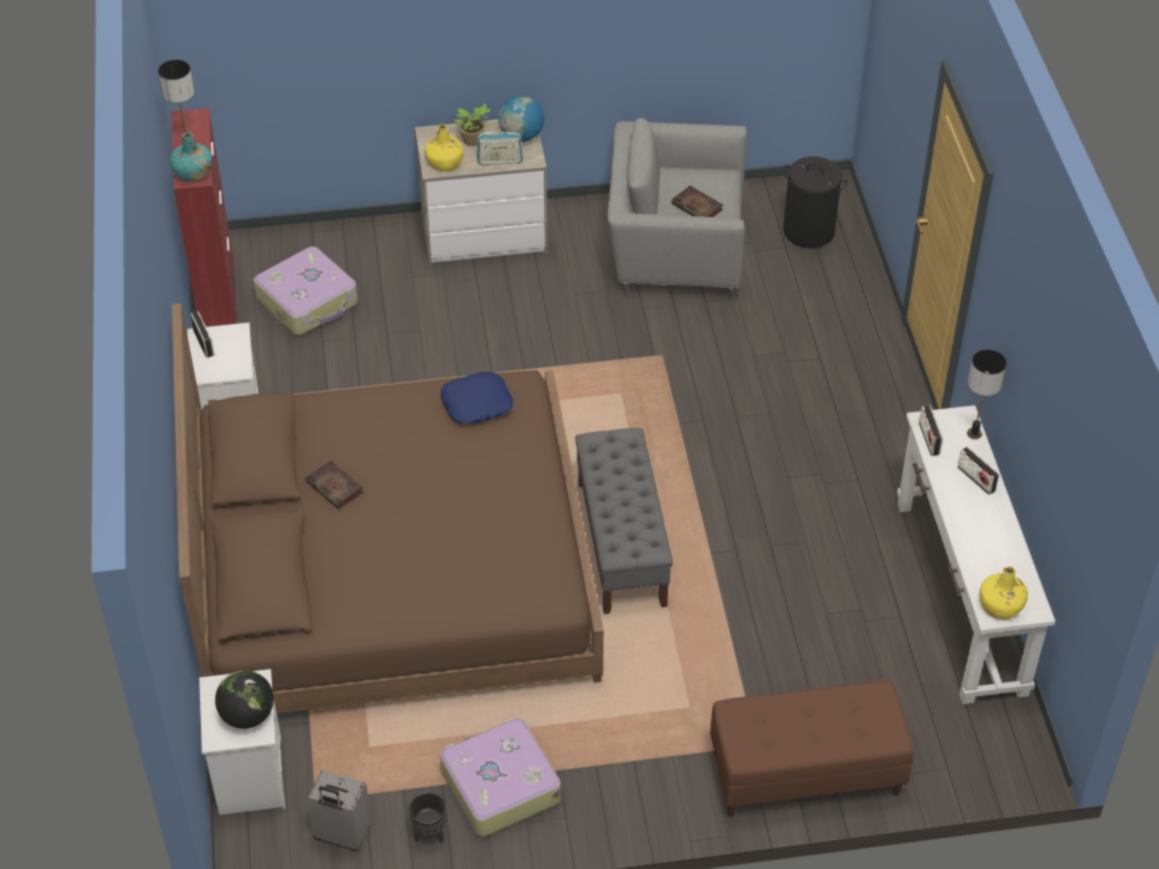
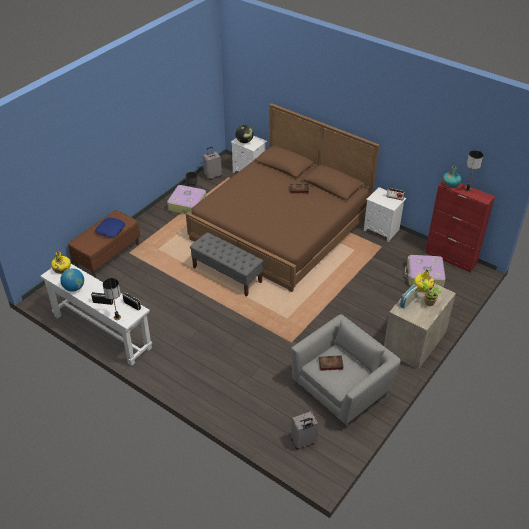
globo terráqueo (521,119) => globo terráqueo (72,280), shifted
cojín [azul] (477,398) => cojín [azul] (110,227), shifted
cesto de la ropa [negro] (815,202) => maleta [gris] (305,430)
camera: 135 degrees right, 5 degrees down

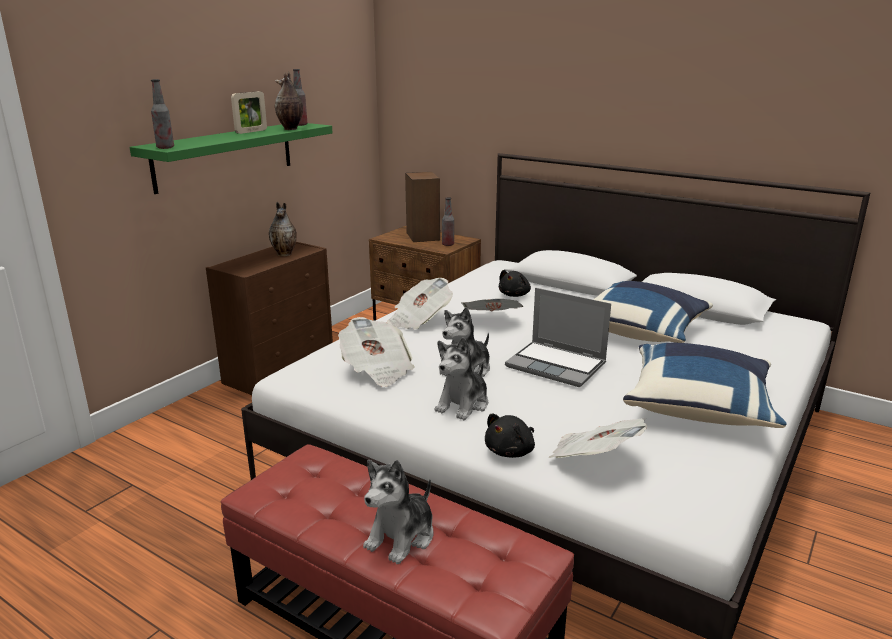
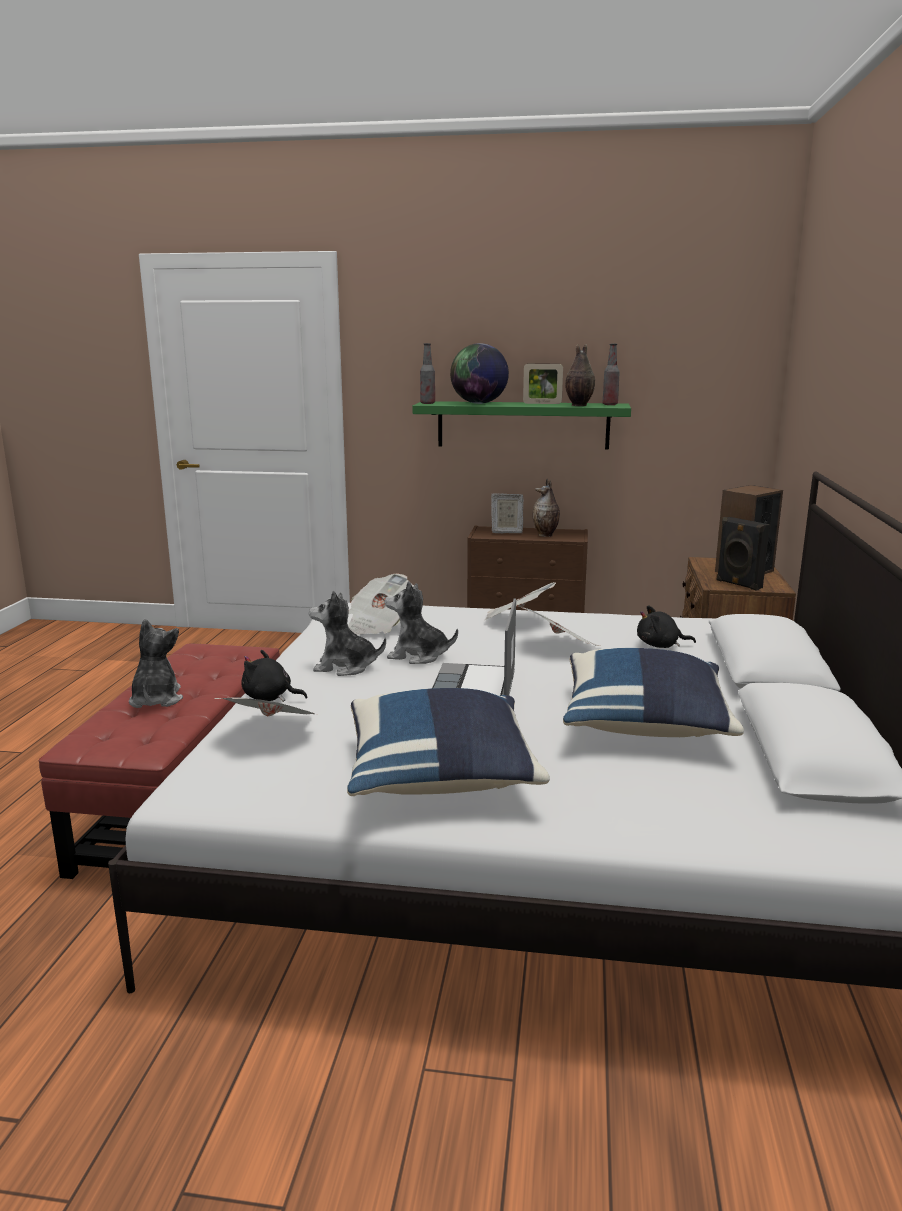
peluche (398,512) => peluche (156,663), 75 degrees clockwise
nothing => globo terráqueo (479,373)
nothing => portarretratos (507,513)
botella (448,221) => altavoz [negro] (743,554)
camera: 65 degrees right, 5 degrees down

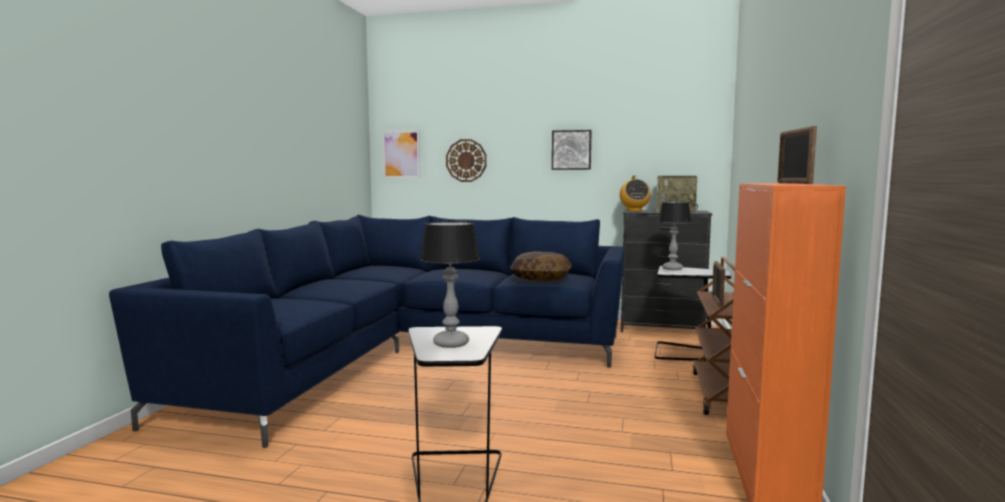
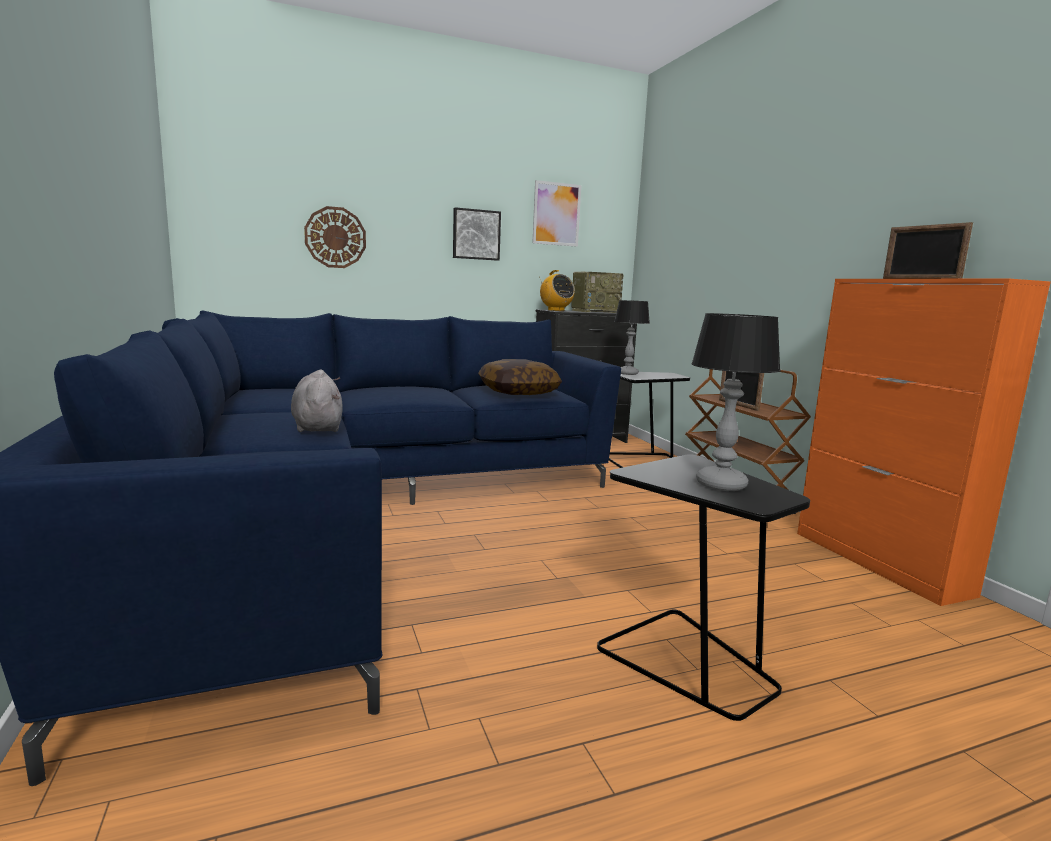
nothing => peluche [gris] (317,401)
cuadro (401,154) => cuadro (557,213), shifted
camera: 35 degrees left, 5 degrees up

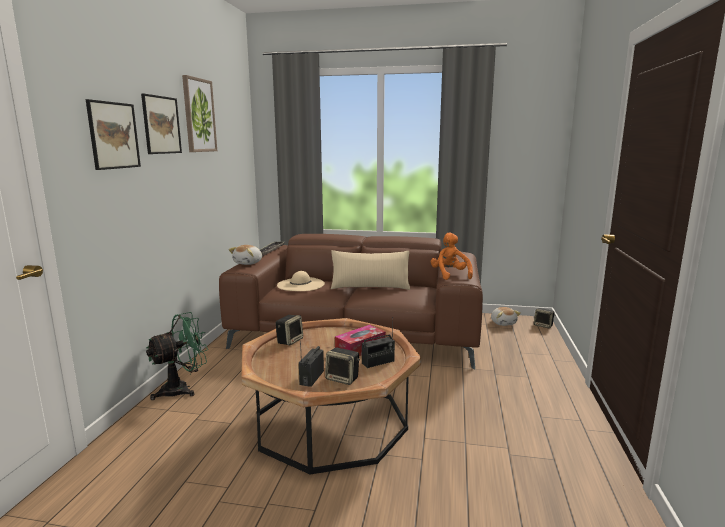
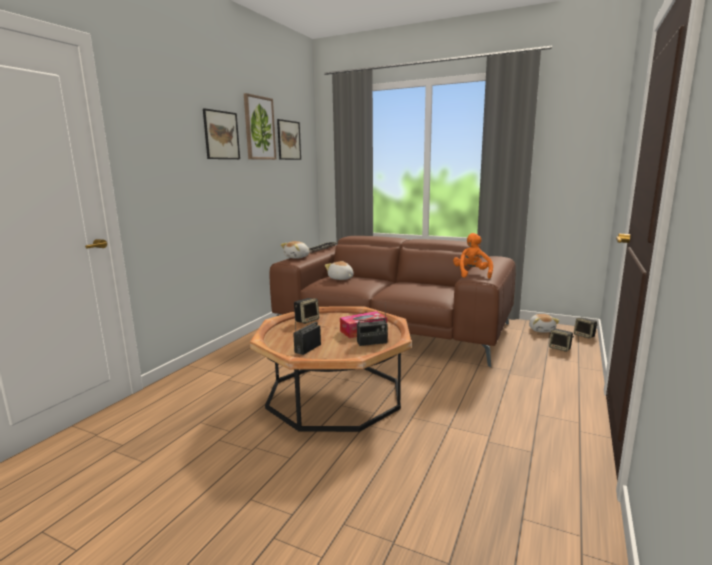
cuadro (113,134) => cuadro (289,139), shifted
sombrero [beis] (301,281) => peluche (339,270)
altavoz (342,366) => altavoz (561,340), shifted
ventilador [verde] (177,356) => nothing
cojín [beis] (370,270) => nothing
camera: 15 degrees right, 0 degrees up

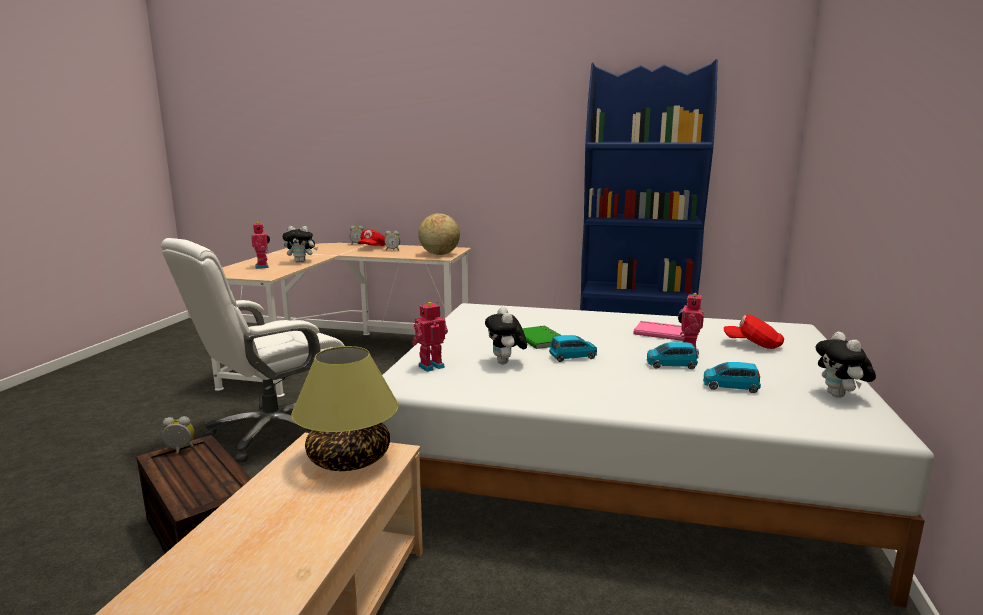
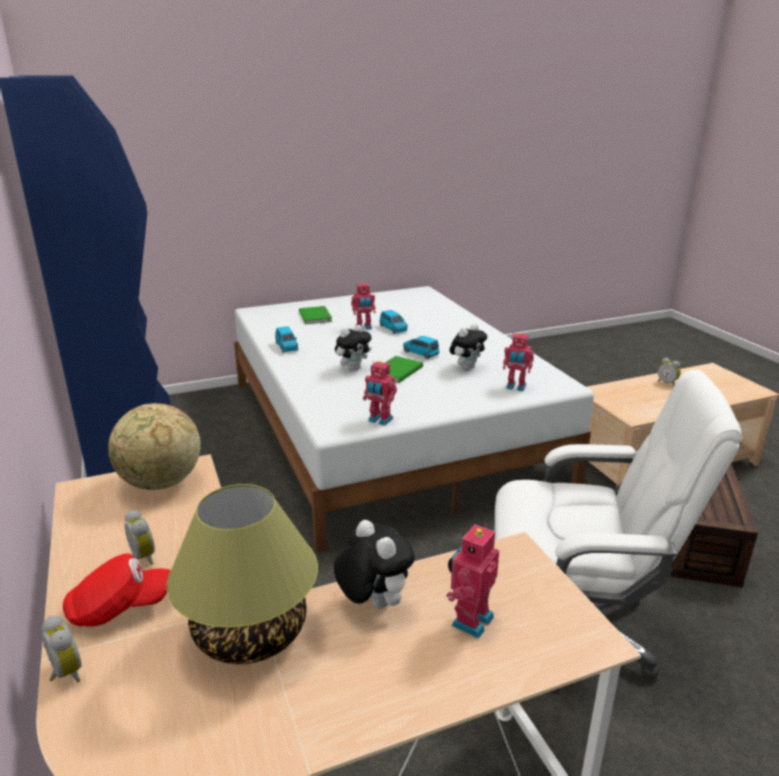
lámpara de mesa (345,408) => lámpara de mesa (242,574), shifted
coche de juguete [azul] (732,377) => coche de juguete [azul] (286,339), shifted
gorra [rojo] (754,331) => libro [verde] (315,315)
peluche (845,364) => peluche (353,348), shifted
nothing => robot de juguete (380,393)
despertador (178,435) => despertador (669,372), shifted
libro [rosa] (659,331) => nothing
camera: 125 degrees left, 10 degrees up

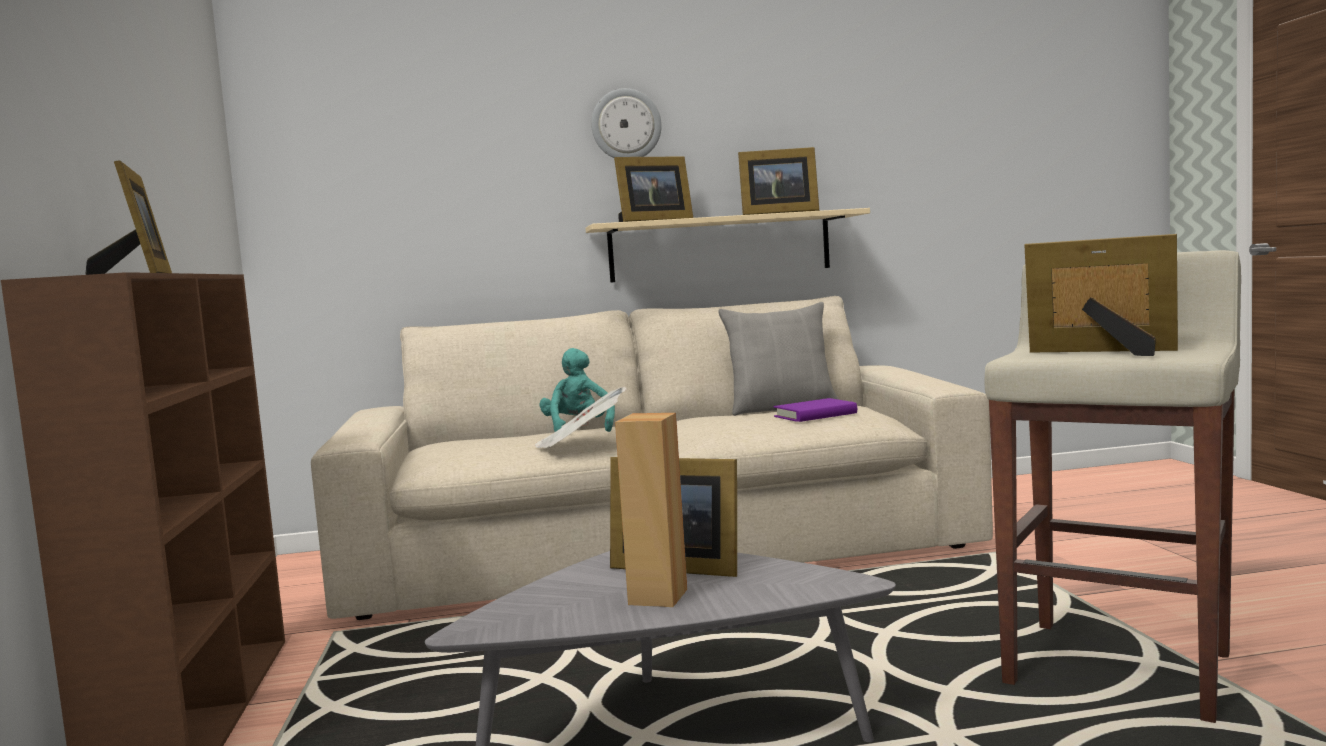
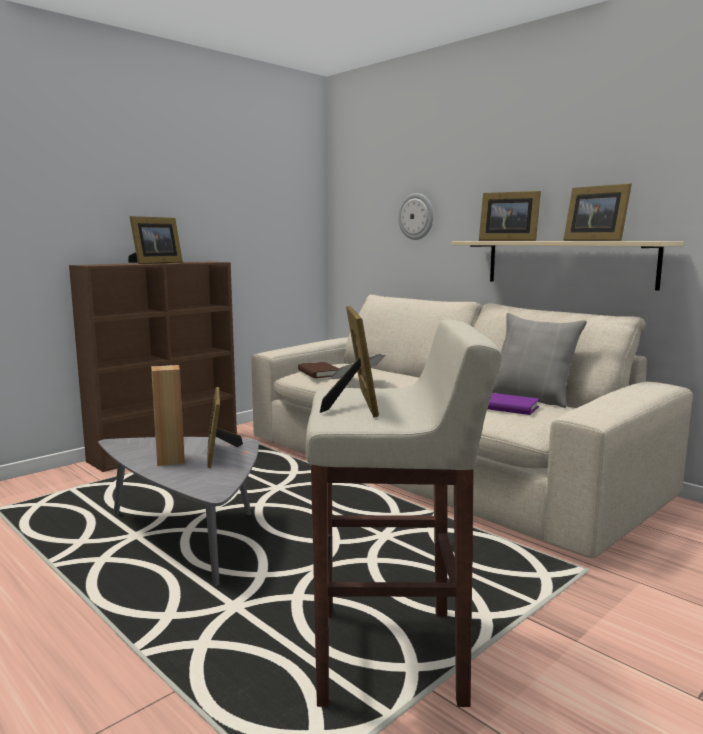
nothing => libro [marrón] (318,370)
reloj de pared (626,123) => reloj de pared (416,216), shifted
peluche [turquesa] (577,390) => nothing
camera: 55 degrees right, 5 degrees up

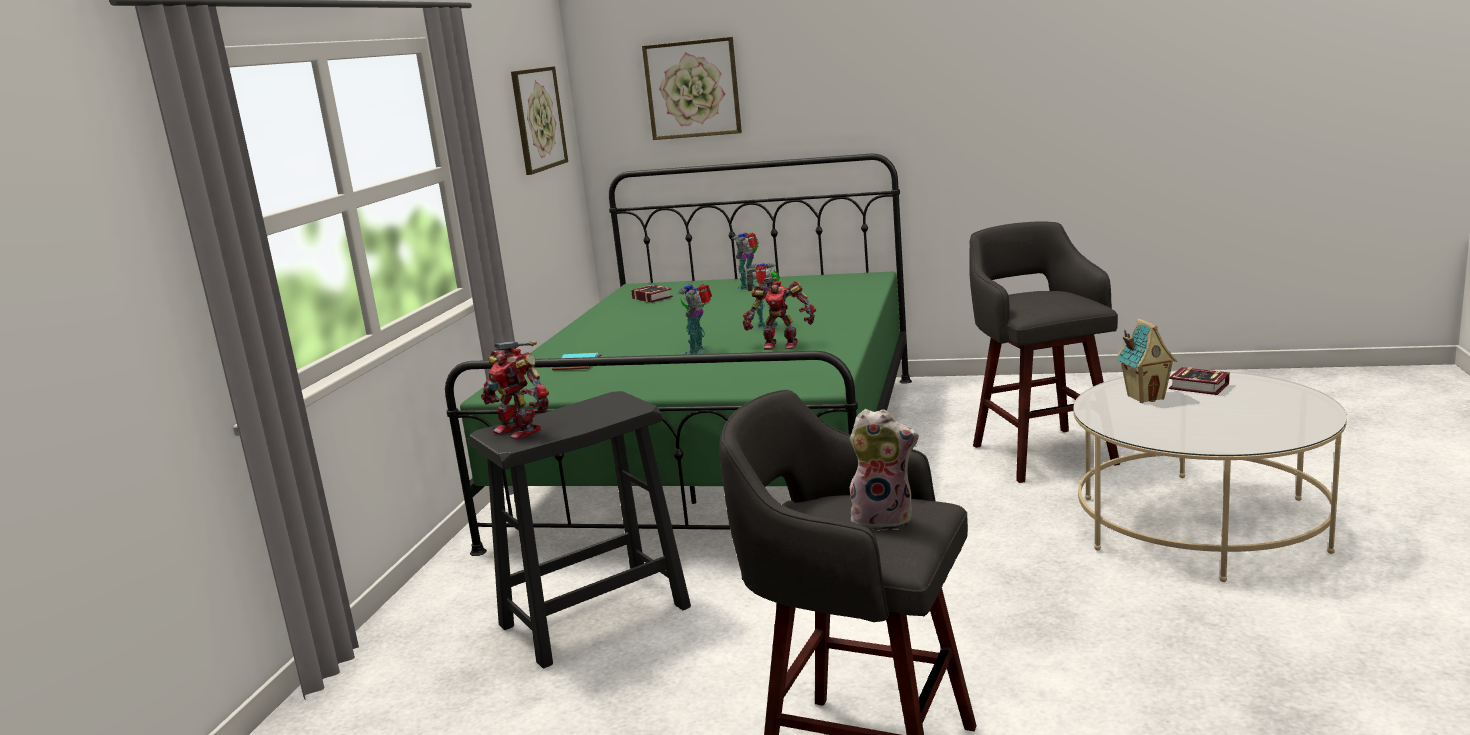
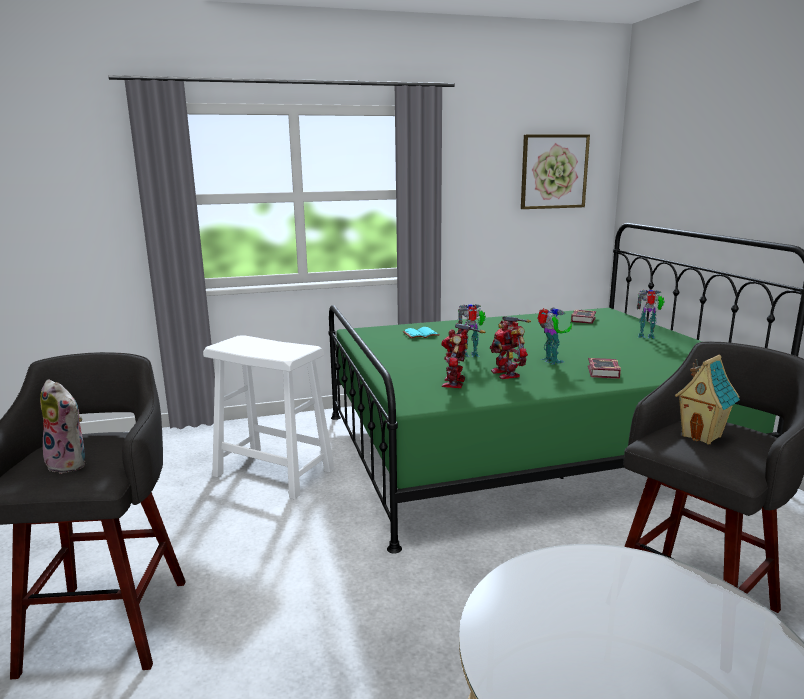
peluche (884,470) => peluche (62,427), 45 degrees counterclockwise
taburete [negro] (579,530) => taburete [blanco] (269,417)
robot de juguete (515,390) => robot de juguete (463,355), shifted
libro (1199,381) => libro (604,368), shifted
casita (1146,361) => casita (707,399), shifted
cuadro (692,88) => nothing
camera: 60 degrees right, 0 degrees up

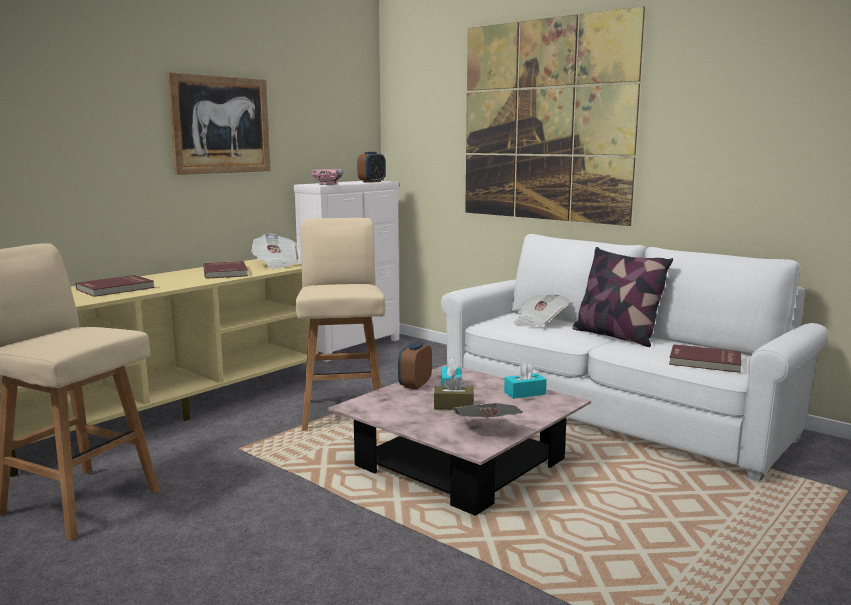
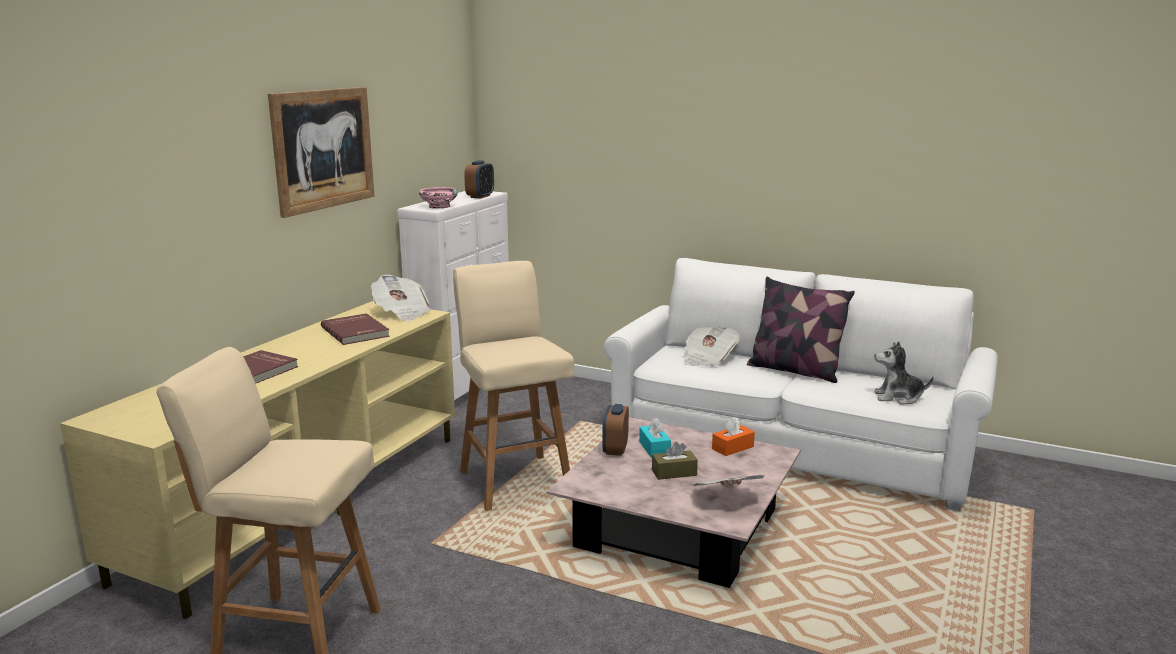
caja de pañuelos [turquesa] (525,380) => caja de pañuelos [naranja] (733,436)
libro [rojo] (705,358) => peluche (904,373)
cuadro (555,116) => nothing
camera: 15 degrees left, 5 degrees up

